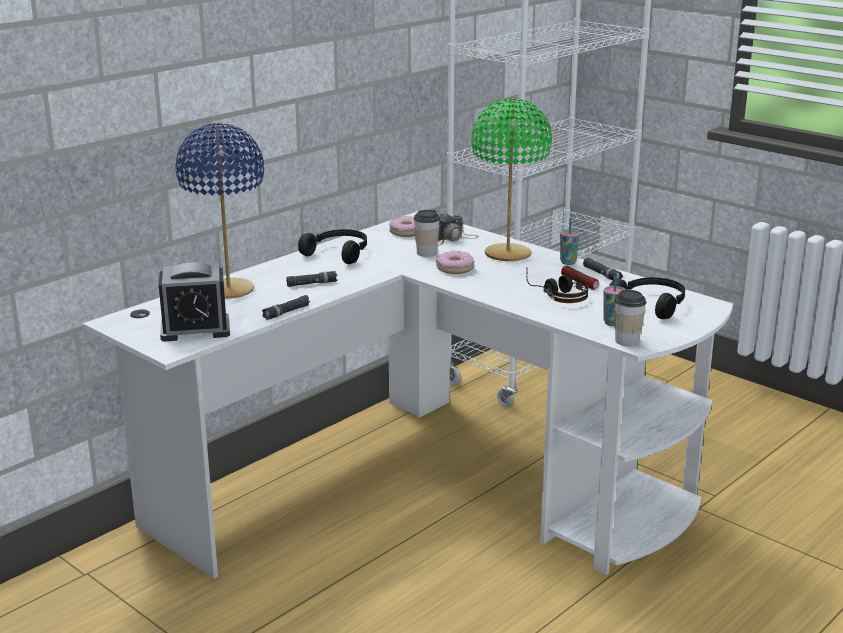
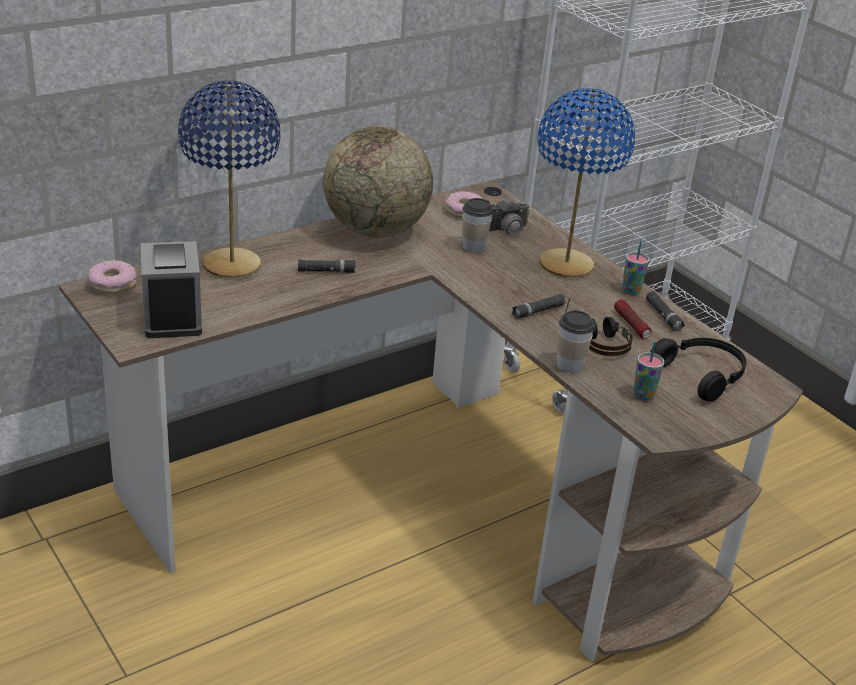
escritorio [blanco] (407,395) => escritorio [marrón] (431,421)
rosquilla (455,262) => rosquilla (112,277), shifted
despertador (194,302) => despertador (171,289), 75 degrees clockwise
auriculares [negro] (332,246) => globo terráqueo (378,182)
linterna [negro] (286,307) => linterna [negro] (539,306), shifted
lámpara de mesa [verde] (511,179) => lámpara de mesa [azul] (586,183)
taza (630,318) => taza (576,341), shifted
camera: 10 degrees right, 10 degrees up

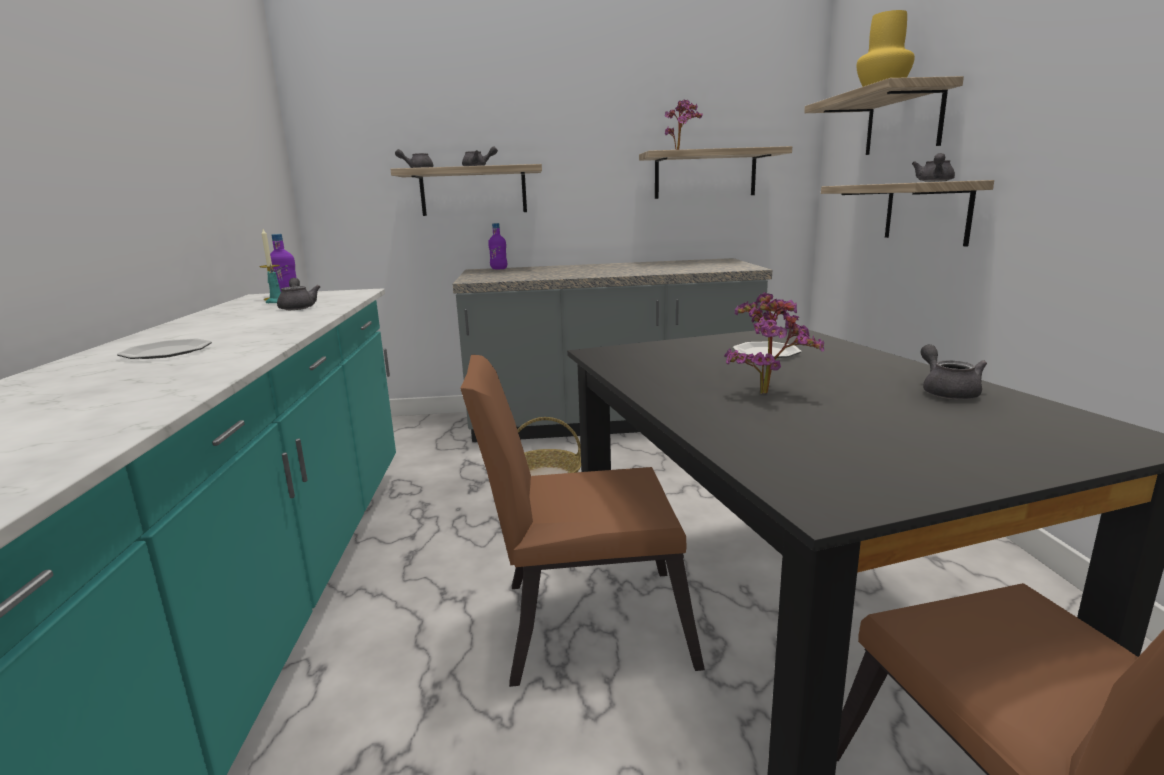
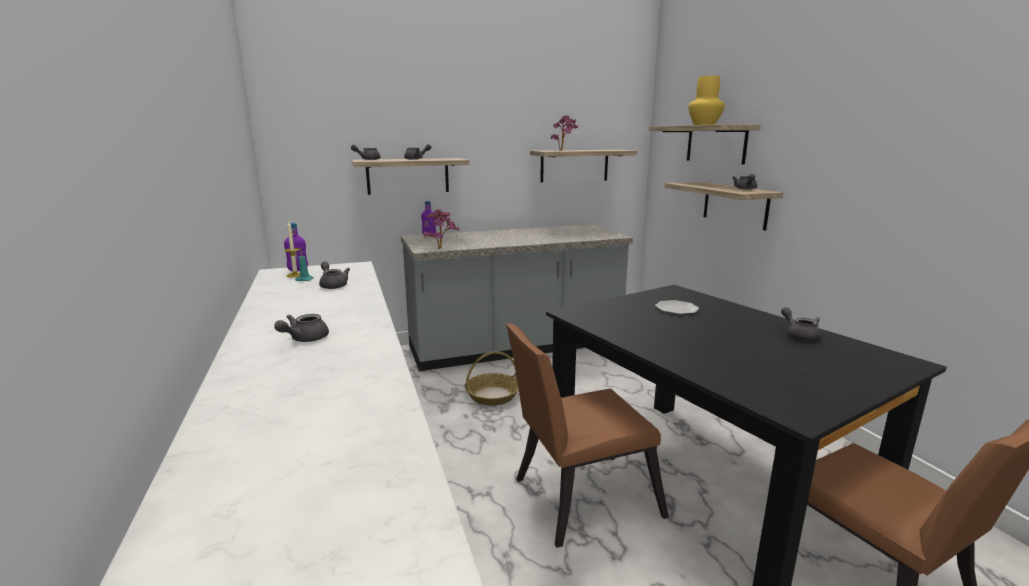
plato (164,349) => tetera [gris] (301,328)
planta en maceta (774,343) => planta en maceta (441,229), shifted
camera: 15 degrees left, 0 degrees up

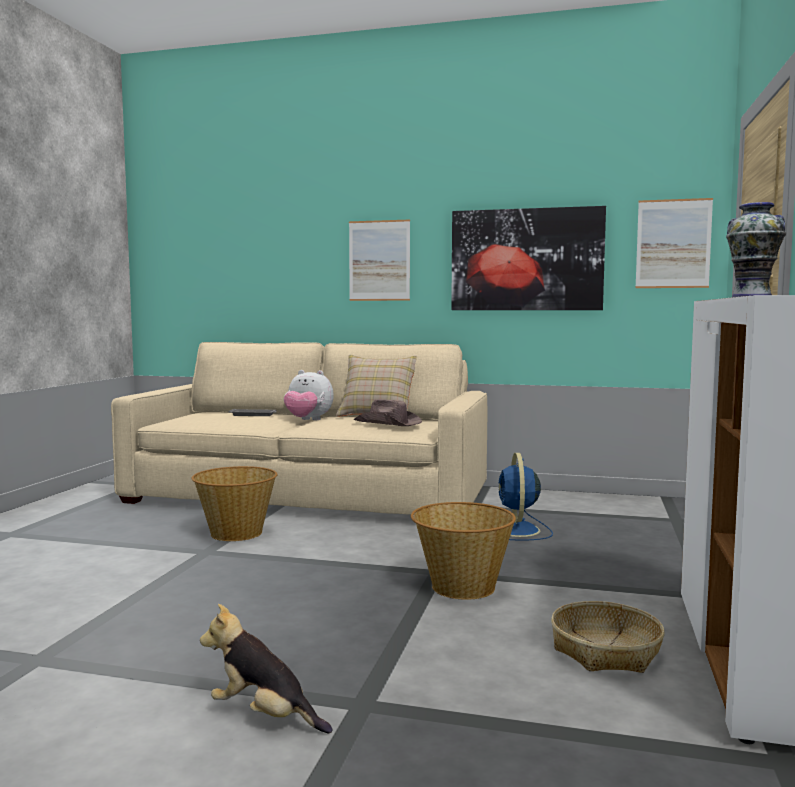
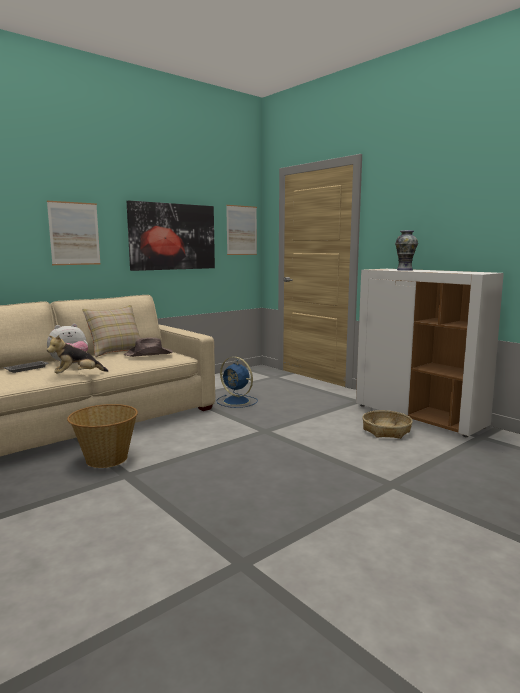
peluche (266,669) => peluche (77,354), shifted
cesta (463,551) => nothing
camera: 55 degrees left, 5 degrees up

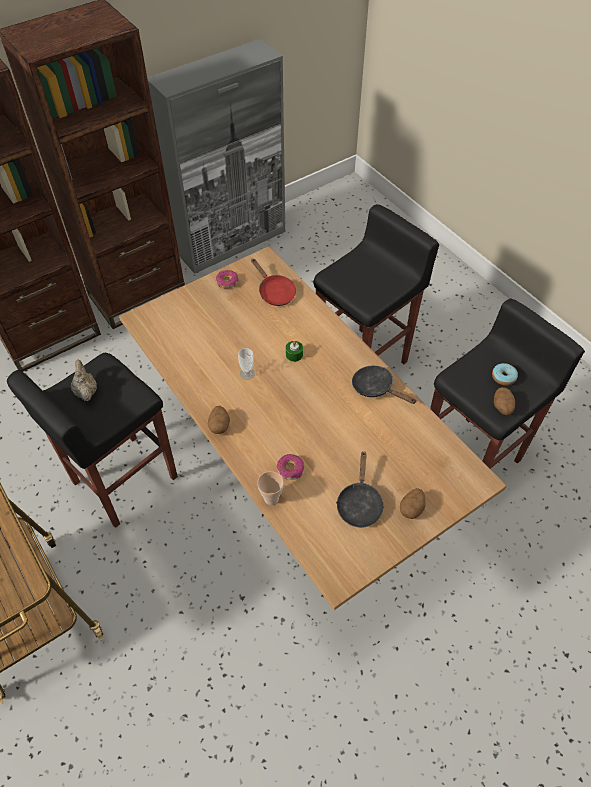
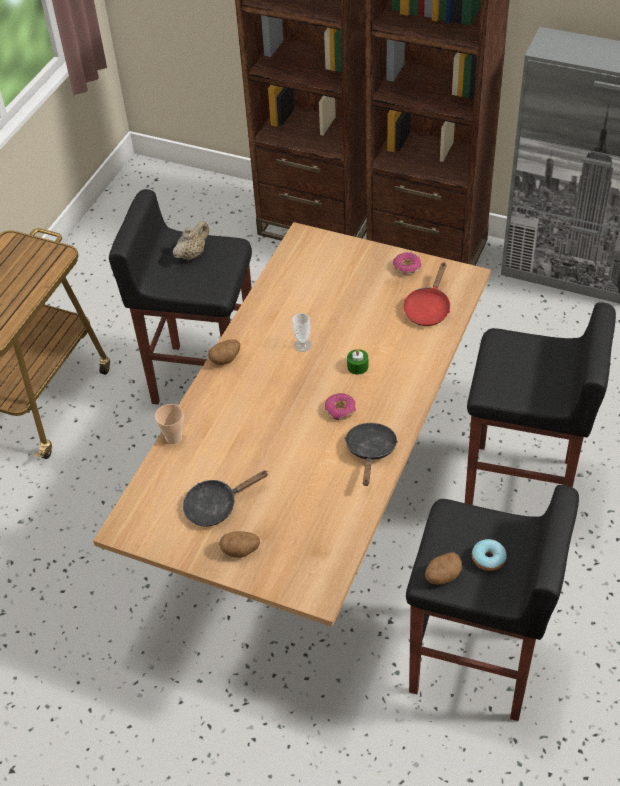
rosquilla (290,467) => rosquilla (340,406), shifted
camera: 60 degrees right, 5 degrees down

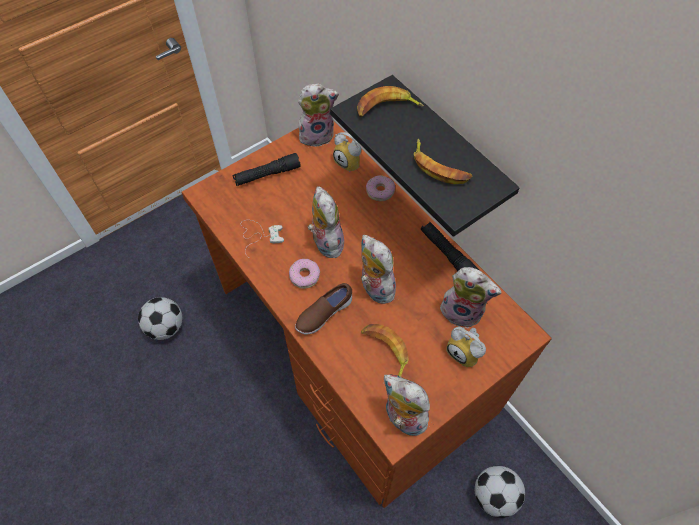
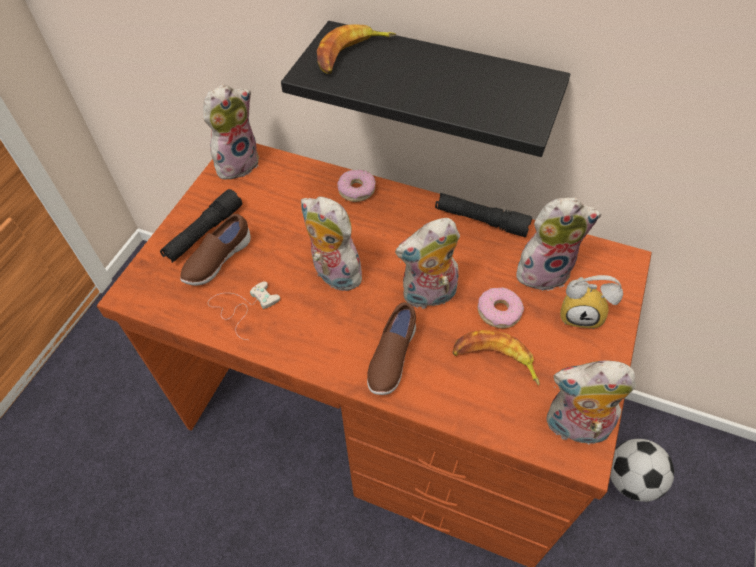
nothing => zapato [marrón] (215,250)
peluche (378,269) => peluche (427,263), 45 degrees counterclockwise
rosquilla (304,274) => rosquilla (501,307), shifted
balón de fútbol (160,318) => nothing
despertador (347,152) => nothing
plátano (443,161) => nothing
camera: 30 degrees left, 5 degrees down

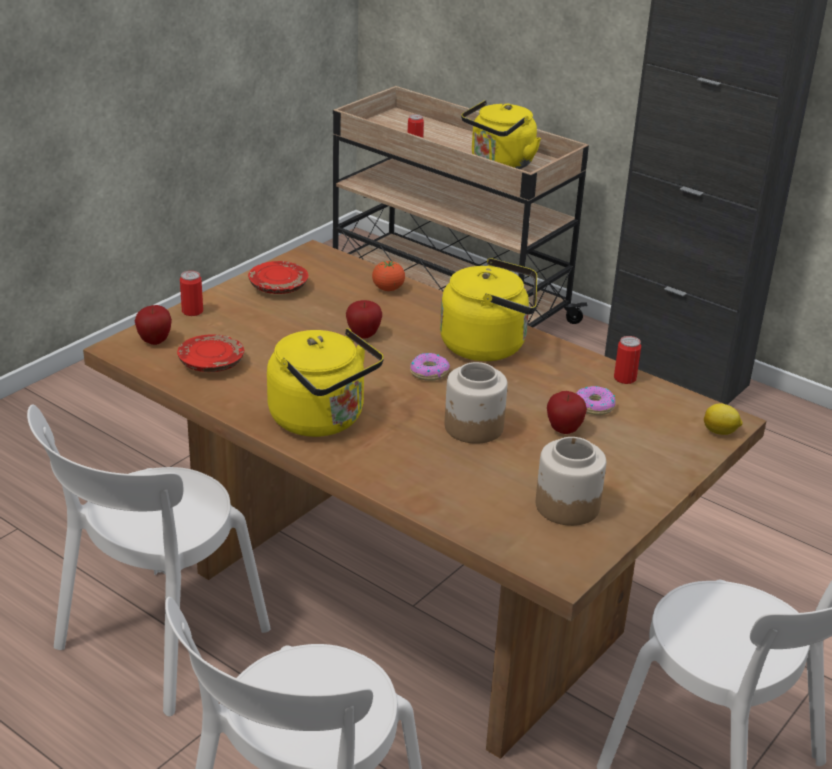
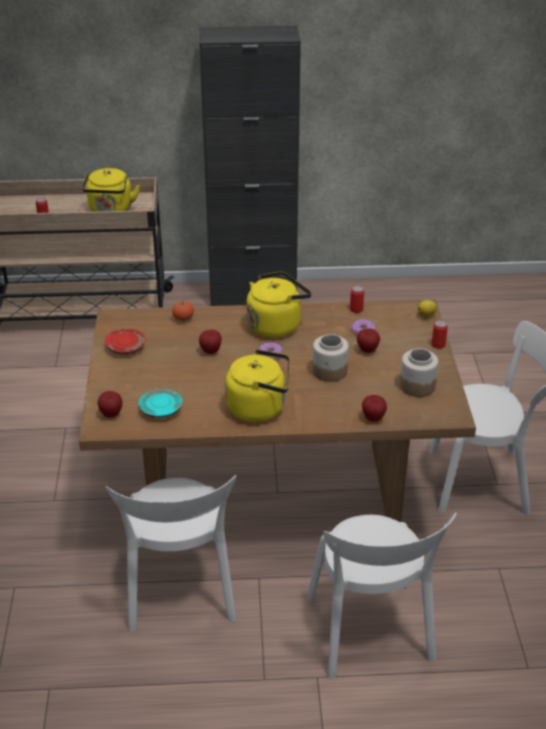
plato [rojo] (210,353) => plato [turquesa] (160,403)
nothing => manzana (374,408)
lata (191,293) => lata (440,334), shifted
camera: 40 degrees left, 5 degrees up

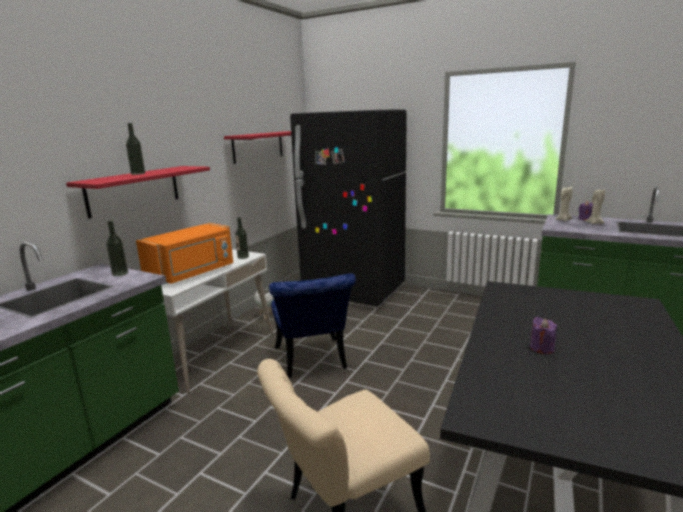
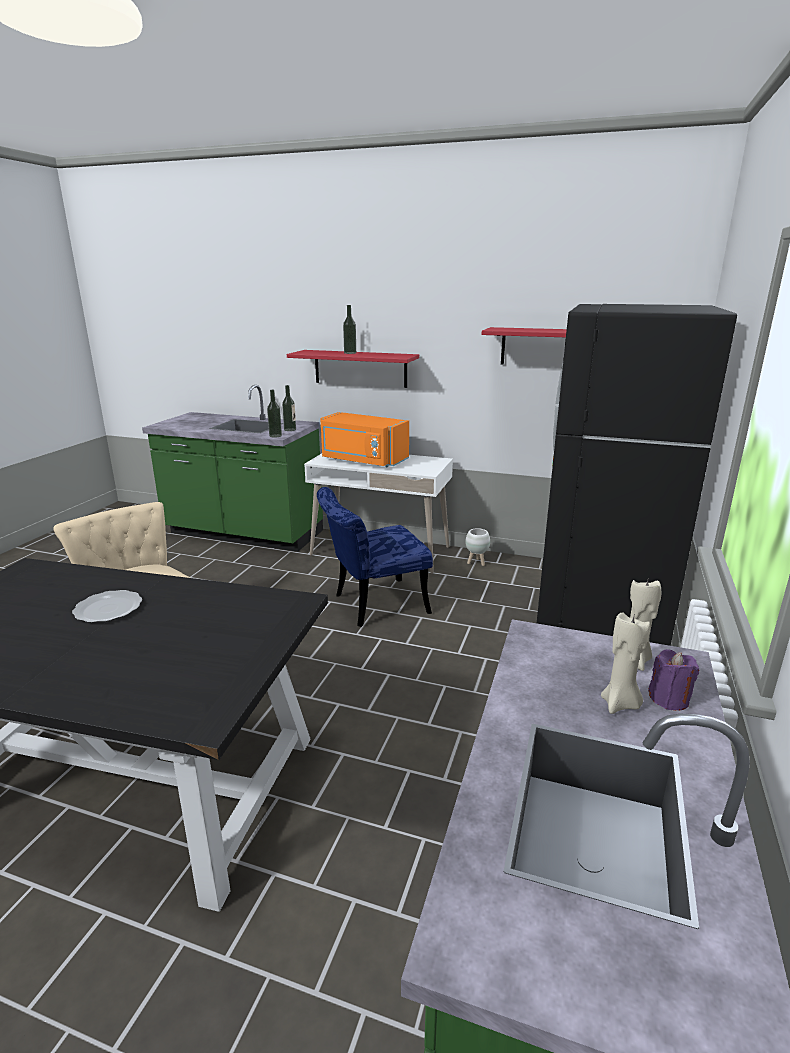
vela [morado] (543,335) => plato (107,606)
botella (242,238) => botella (274,414), shifted
camera: 80 degrees right, 5 degrees up

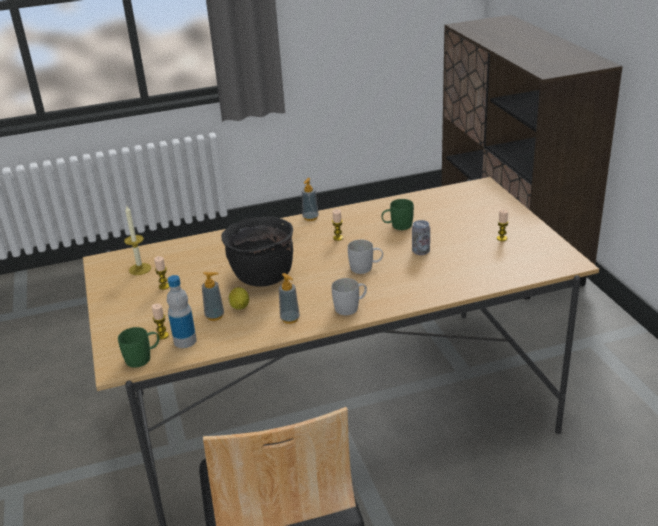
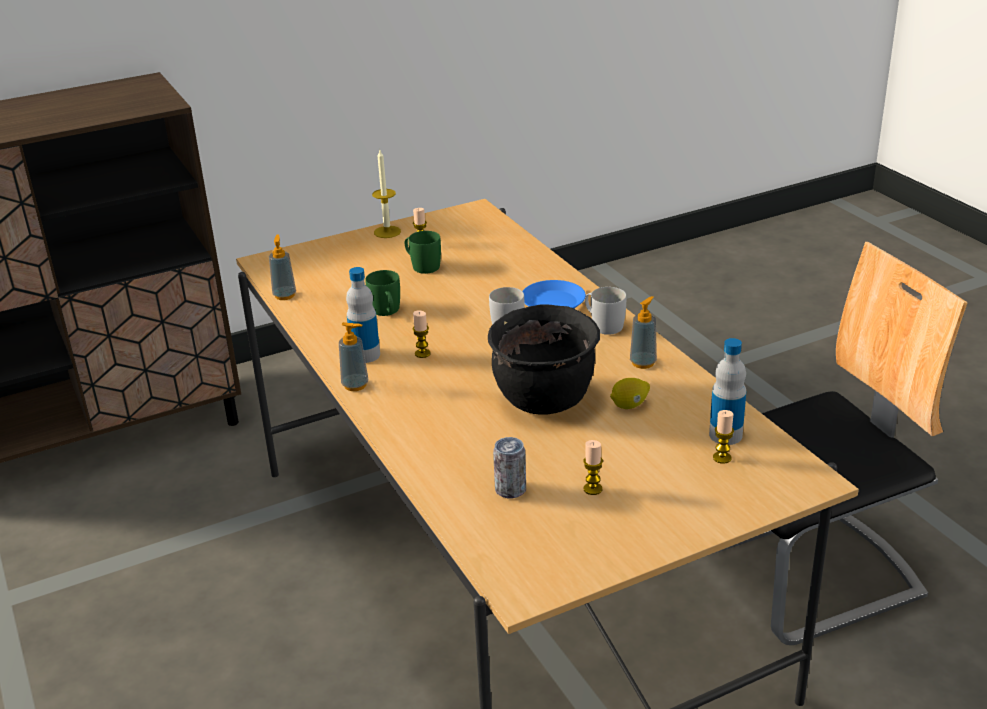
dispensador de jabón (213,296) => dispensador de jabón (282,267), shifted
nothing => botella (363,315)
vela (137,240) => vela (386,194), shifted
taza grande [verde] (138,347) => taza grande [verde] (423,252), shifted
lata (421,237) => lata (509,467), shifted
nothing => plato [azul] (554,294)
camera: 100 degrees left, 0 degrees up

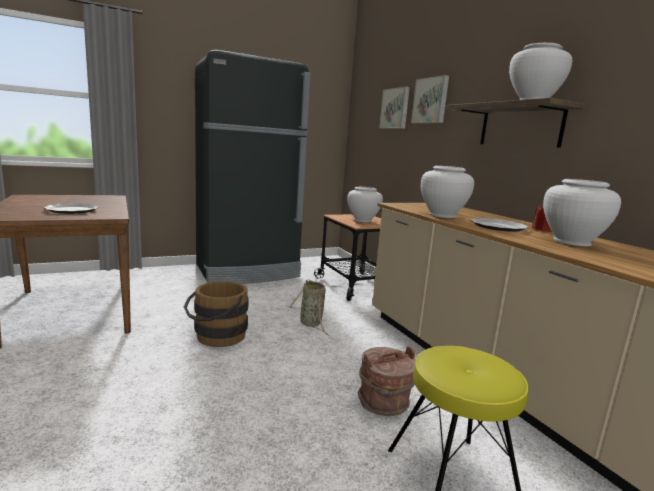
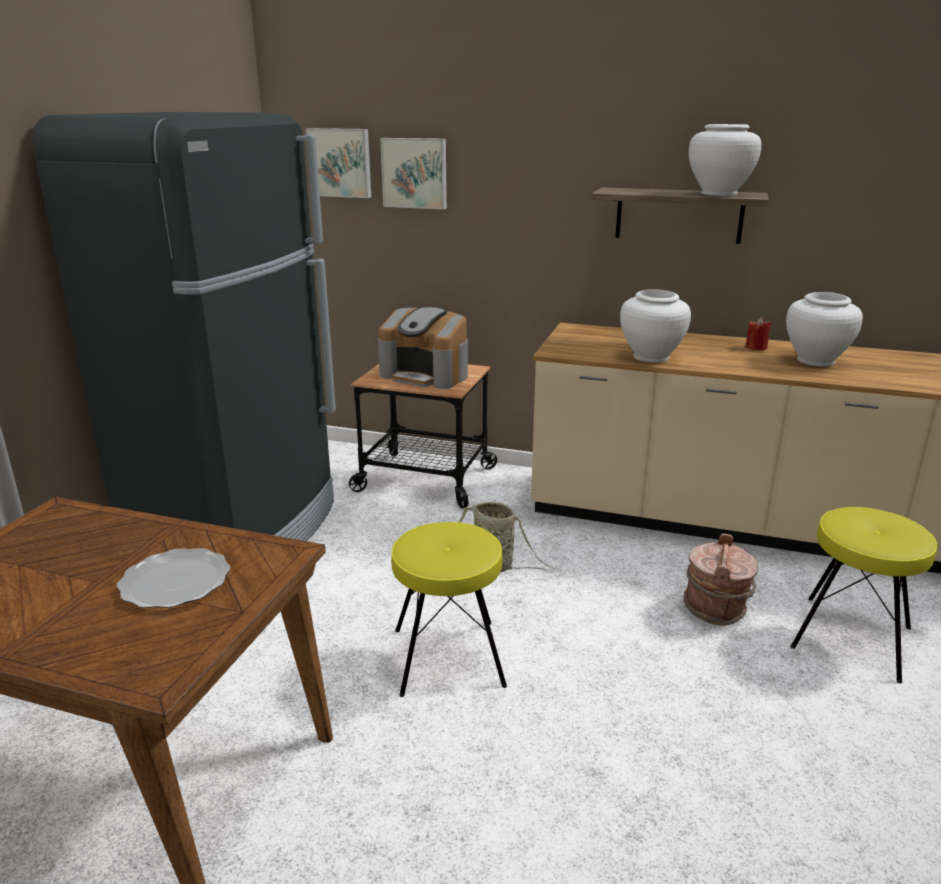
cuadro (430,99) => cuadro (338,163), shifted
florero [blanco] (365,204) => cafetera (423,348)
cubo [marrón] (216,314) => taburete [amarillo] (449,609)
plato (499,225) => nothing
camera: 45 degrees left, 10 degrees up

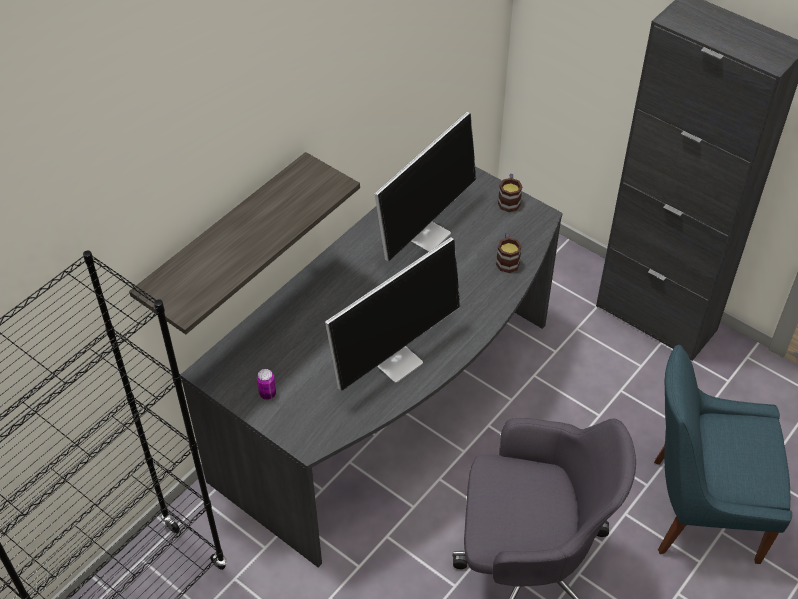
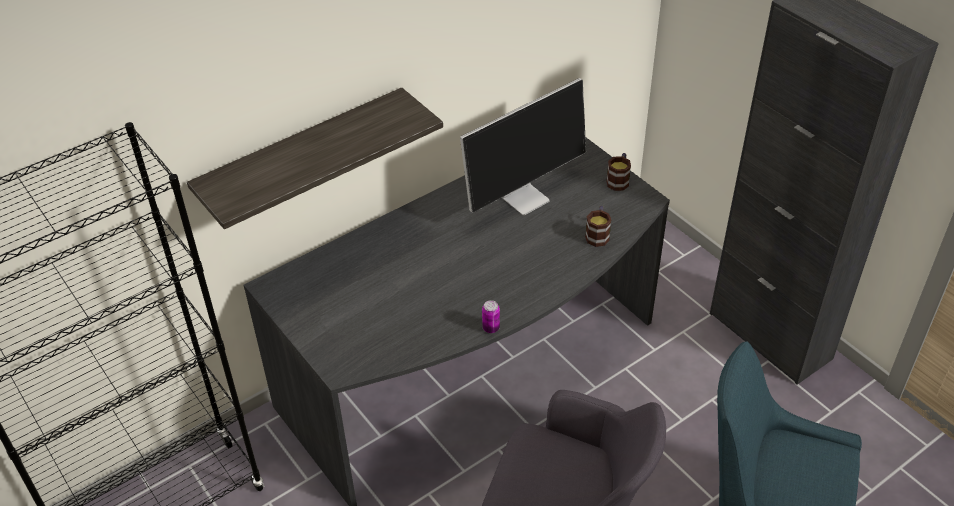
lata (266,384) => lata (491,316), shifted
monitor (392,314) => nothing
camera: 15 degrees right, 5 degrees down

